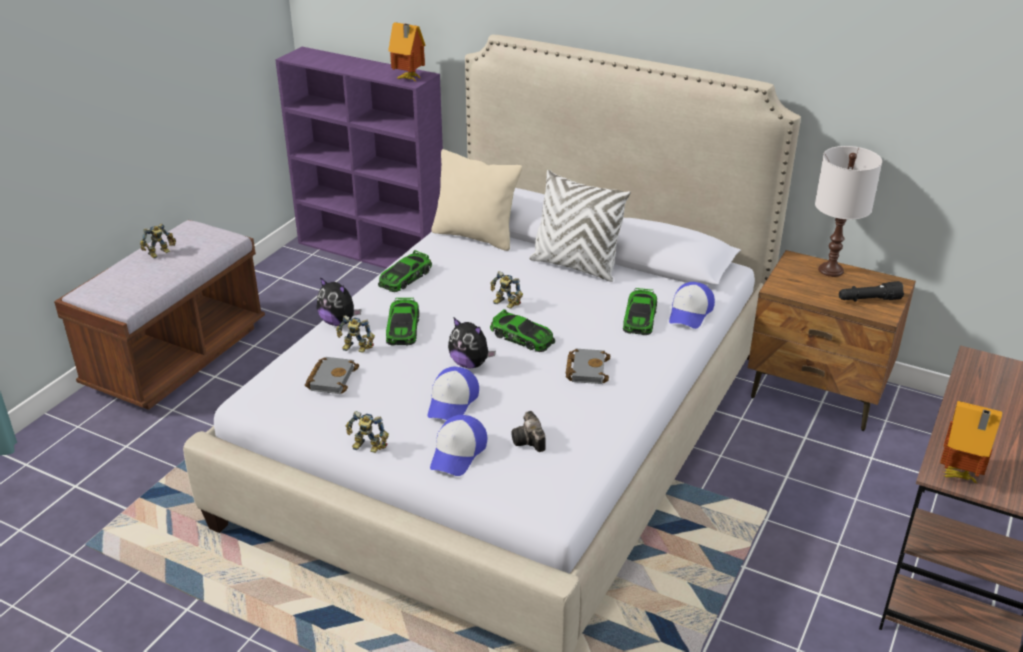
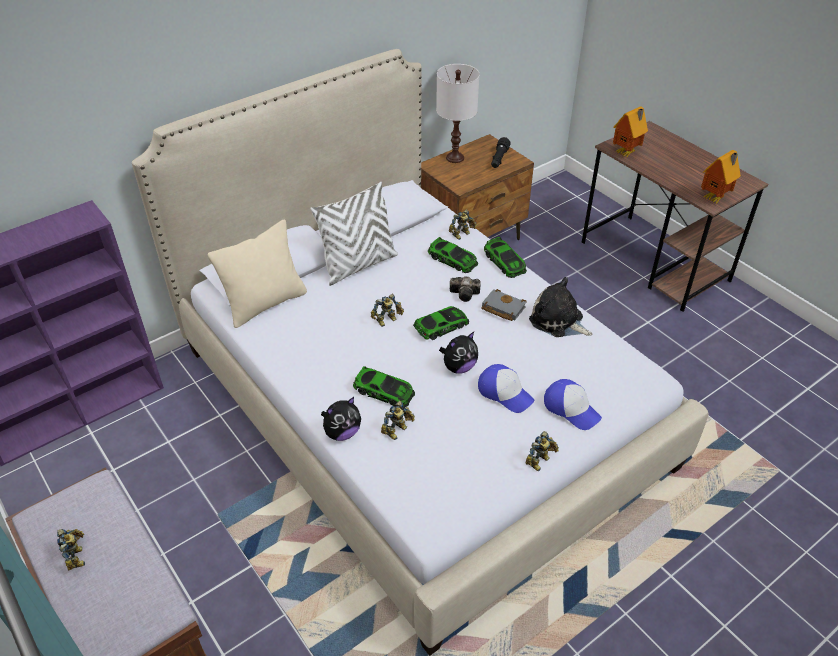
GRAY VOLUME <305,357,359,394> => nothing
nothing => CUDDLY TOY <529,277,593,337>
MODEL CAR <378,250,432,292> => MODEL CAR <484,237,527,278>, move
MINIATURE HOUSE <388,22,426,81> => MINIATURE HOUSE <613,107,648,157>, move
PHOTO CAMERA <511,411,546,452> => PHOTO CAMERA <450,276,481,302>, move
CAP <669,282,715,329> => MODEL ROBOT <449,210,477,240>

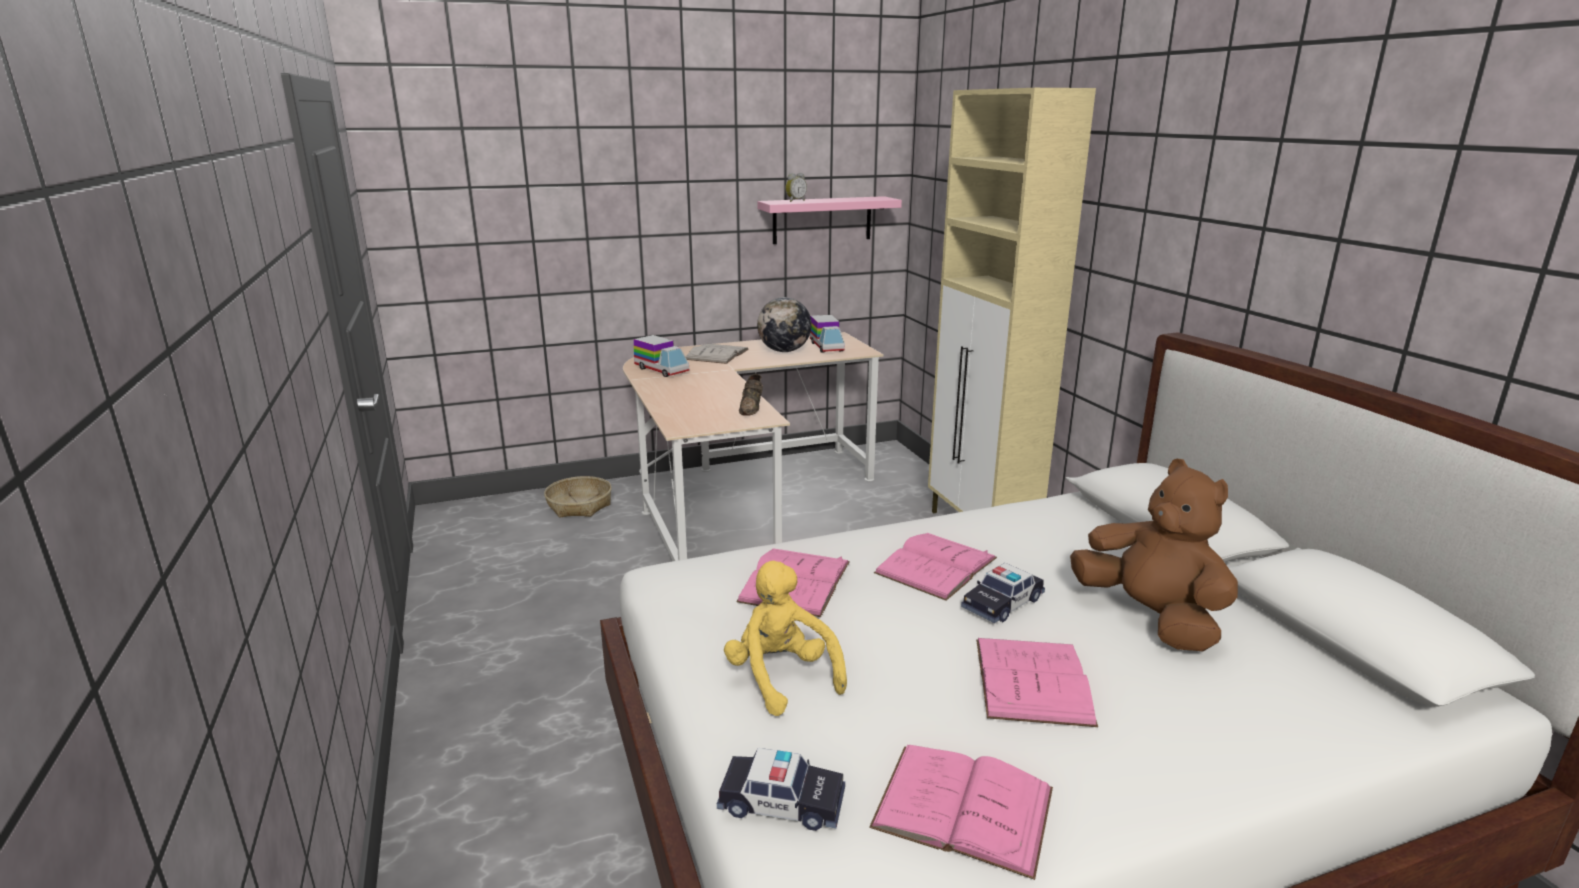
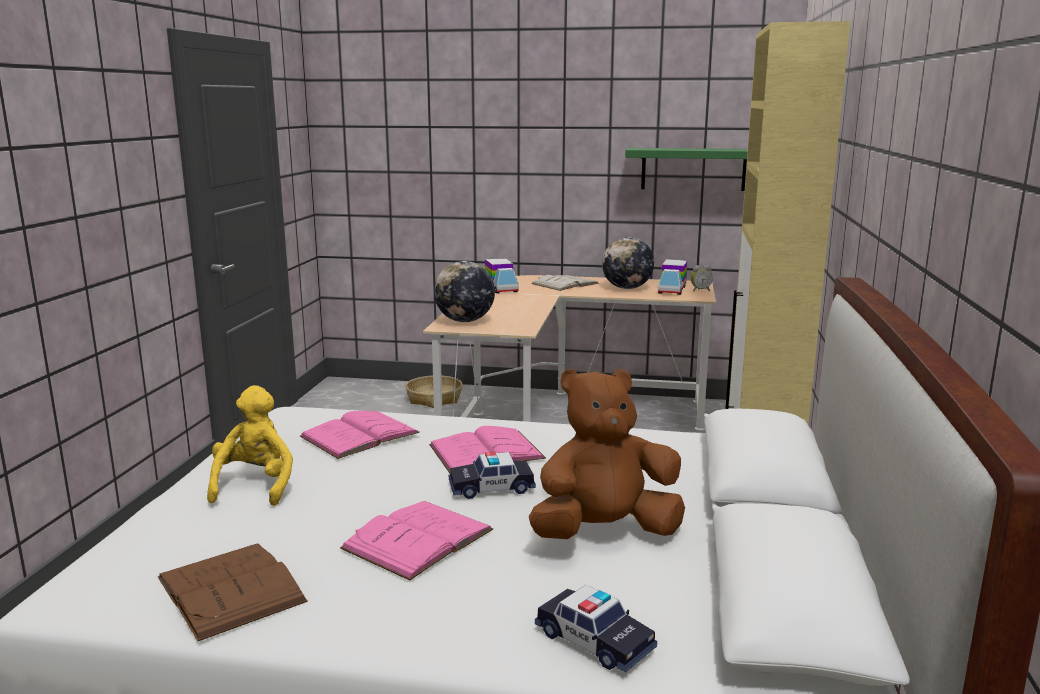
BROWNISH SHOE <739,374,763,416> => nothing
nothing => GLOBE <434,261,495,322>
MODEL CAR <717,748,845,831> => MODEL CAR <535,585,657,673>, move
TABLE CLOCK <786,173,807,202> => TABLE CLOCK <691,265,713,291>, move
PINK-COLOURED SHELF <757,196,902,244> => GREENISH SHELF <625,148,748,191>
PINK-COLOURED VOLUME <869,745,1053,880> => BROWNISH VOLUME <158,544,308,641>
BROWNISH CUDDLY TOY <1070,459,1238,651> => BROWNISH CUDDLY TOY <529,369,685,539>, 105 degrees counterclockwise

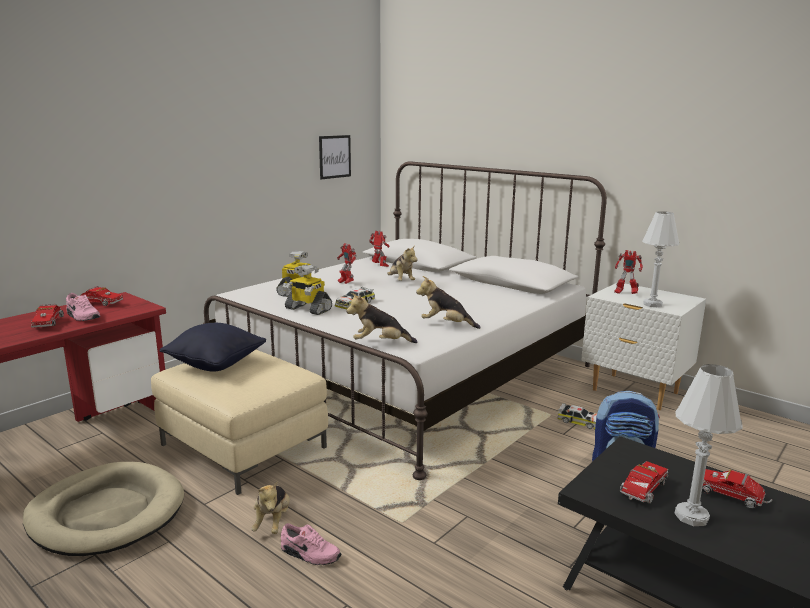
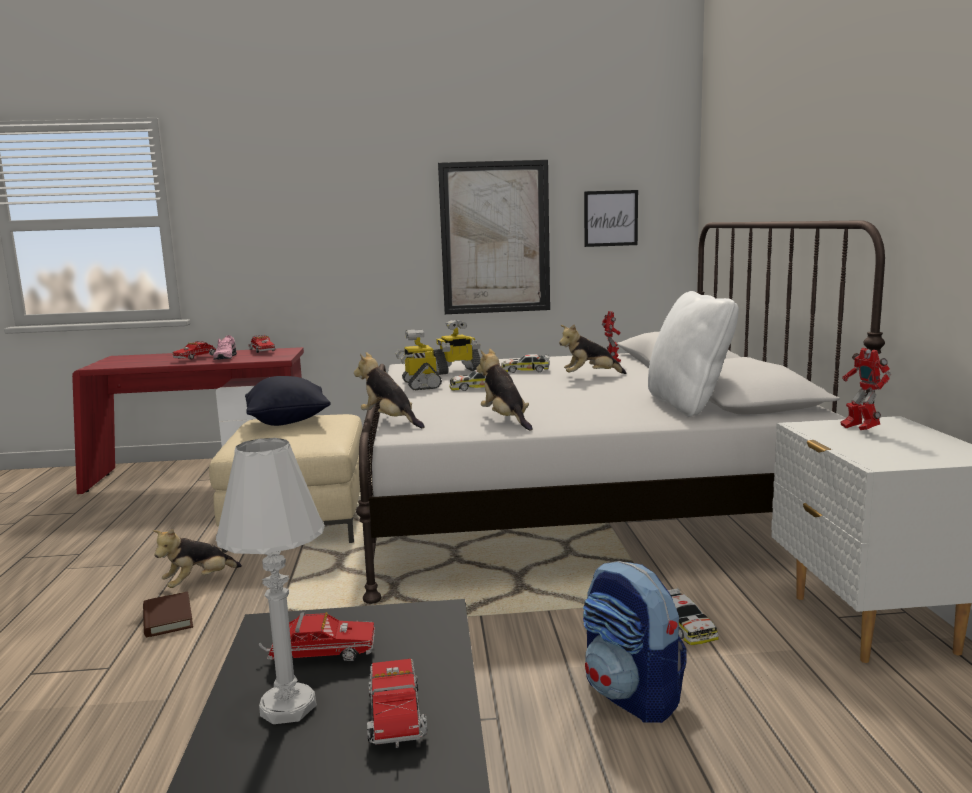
BEIGE-COLOURED DOG CUSHION <23,462,184,556> => nothing
WHITE LAMP FOR A TABLE <642,211,680,307> => nothing
nothing => WALL ART <438,160,550,314>
nothing => WHITE CUSHION <648,291,739,417>
PINK-COLOURED SHOE <281,523,341,565> => BROWNISH VOLUME <143,591,193,637>
MODEL ROBOT <337,243,357,284> => MODEL CAR <501,354,550,373>
CUDDLY TOY <387,245,417,281> => CUDDLY TOY <559,324,627,374>, 60 degrees clockwise

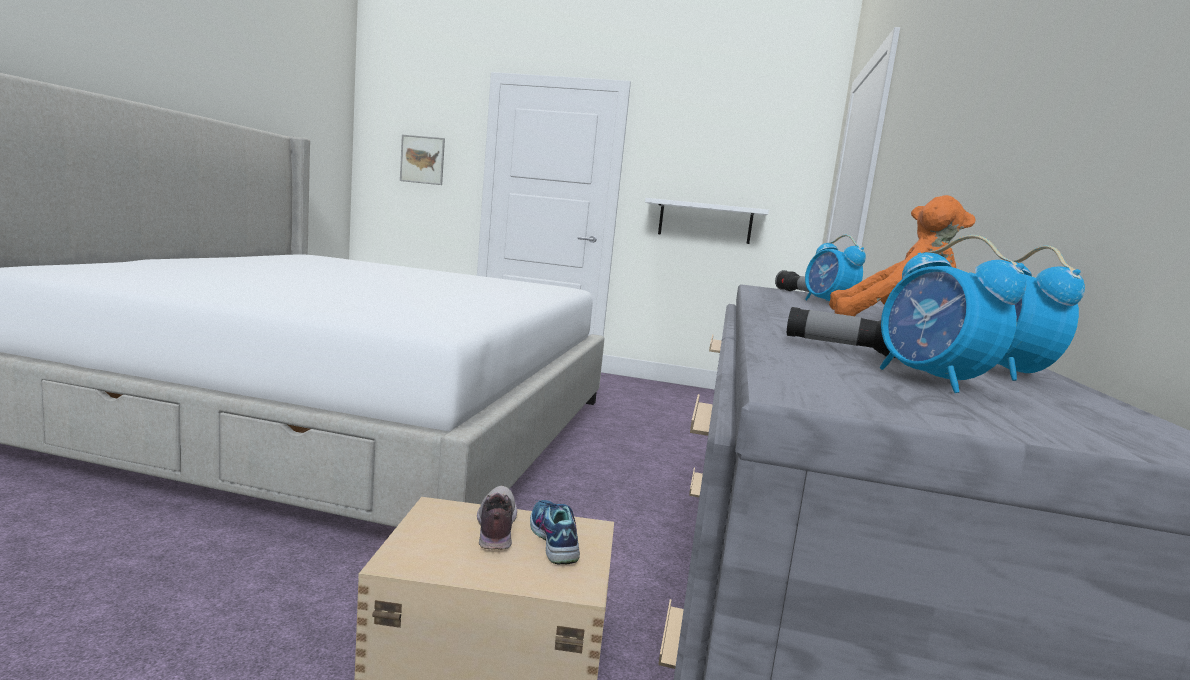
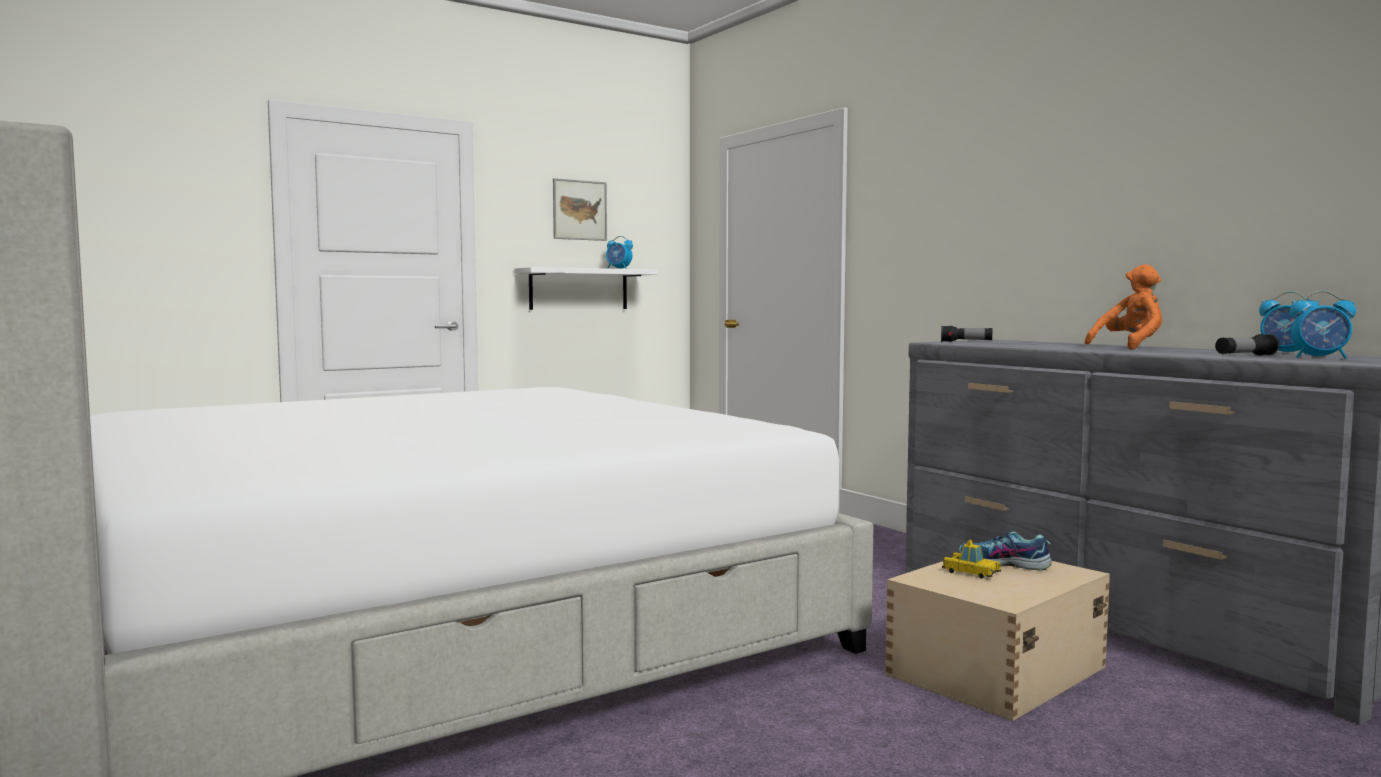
WALL ART <400,135,445,185> => WALL ART <553,178,607,241>, move
TABLE CLOCK <805,235,866,301> => TABLE CLOCK <606,236,633,269>, move
SHOE <477,486,517,550> => MODEL CAR <942,540,1002,579>

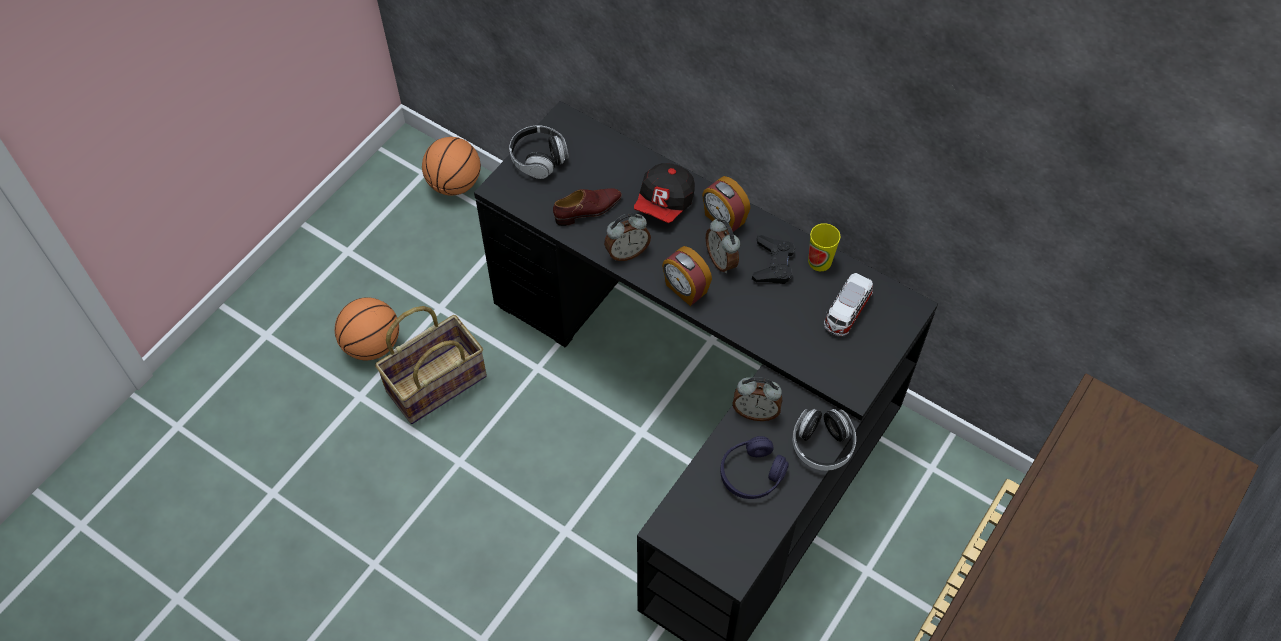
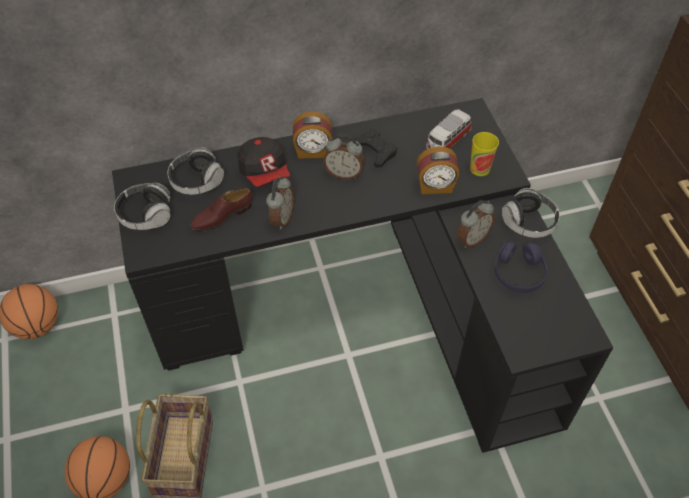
nothing => HEADPHONES <168,147,224,195>
TABLE CLOCK <662,246,712,306> => TABLE CLOCK <417,146,460,194>, move
DRINKING CUP <808,223,840,271> => DRINKING CUP <470,132,499,176>, move
BROWNISH SHOE <553,188,622,226> => BROWNISH SHOE <190,188,253,231>, 135 degrees counterclockwise
MODEL CAR <824,273,873,336> => MODEL CAR <426,109,471,149>, 60 degrees clockwise

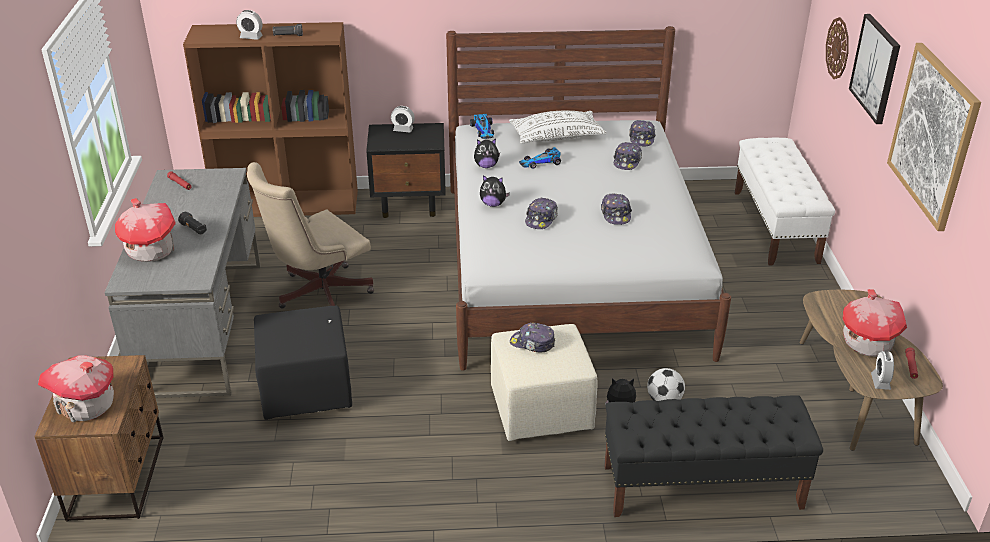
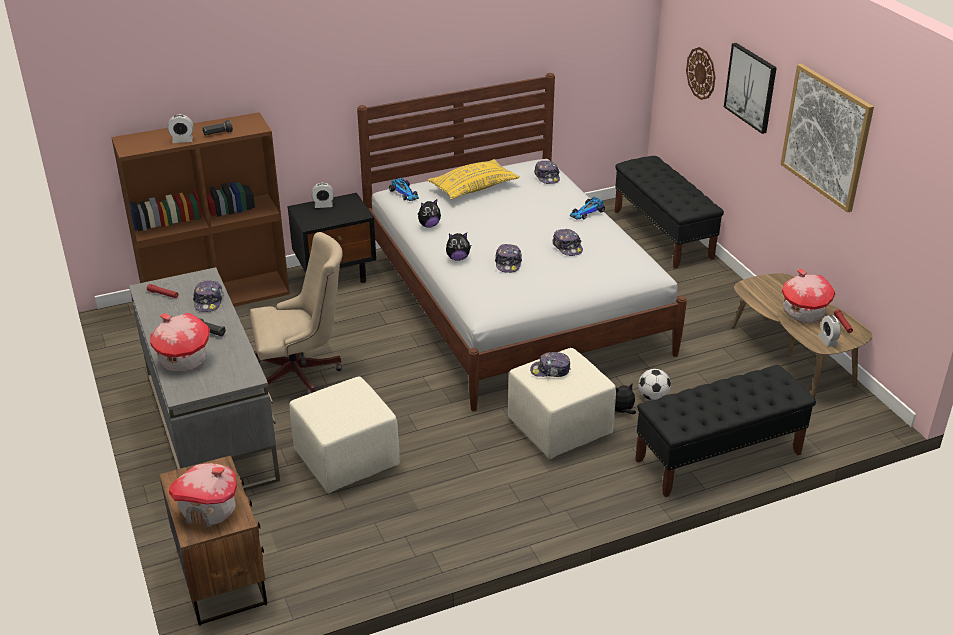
MODEL CAR <519,147,561,169> => MODEL CAR <569,197,605,220>, move
CAP <614,142,642,170> => CAP <193,281,224,312>, move
BLACK OTTOMAN <254,306,352,420> => BEIGE-COLOURED OTTOMAN <290,377,400,493>
WHITE CUSHION <509,111,607,144> => YELLOW CUSHION <428,159,520,199>
WHITE LONG SEAT <735,137,835,266> => BLACK LONG SEAT <615,156,724,269>
BEIGE-COLOURED DESK CHAIR <247,162,374,309> => BEIGE-COLOURED DESK CHAIR <250,232,343,394>, 135 degrees counterclockwise

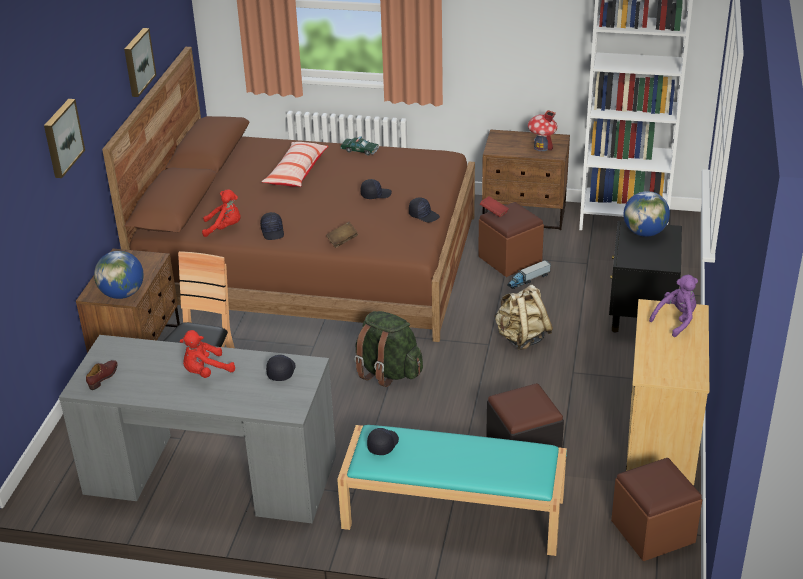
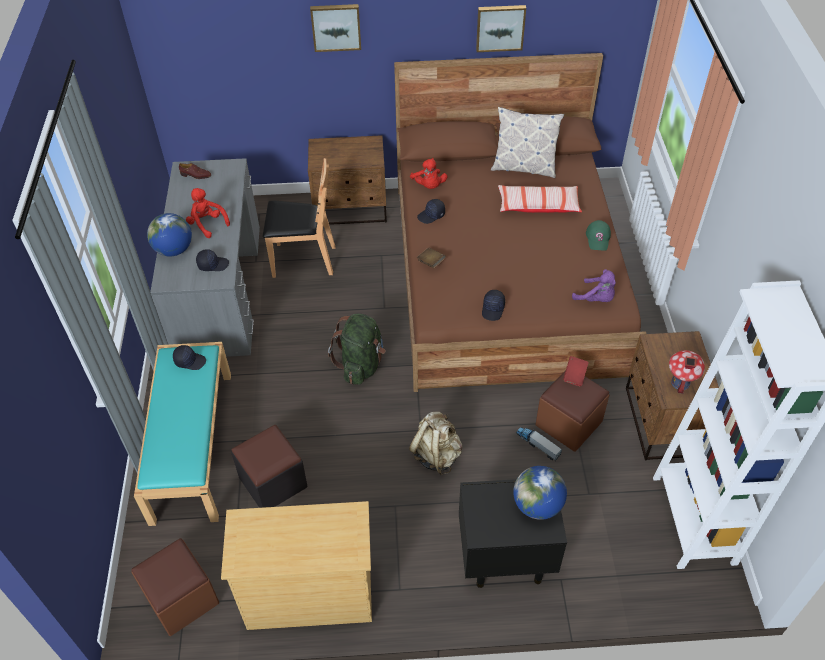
BLACK CAP <360,179,392,199> => nothing
nothing => CUSHION <491,107,564,178>
GLOBE <94,251,144,299> => GLOBE <147,213,192,257>, move
PURPLISH CUDDLY TOY <649,274,698,337> => PURPLISH CUDDLY TOY <572,269,616,302>, move
MODEL CAR <340,137,379,156> => GREENISH CAP <586,220,611,251>

